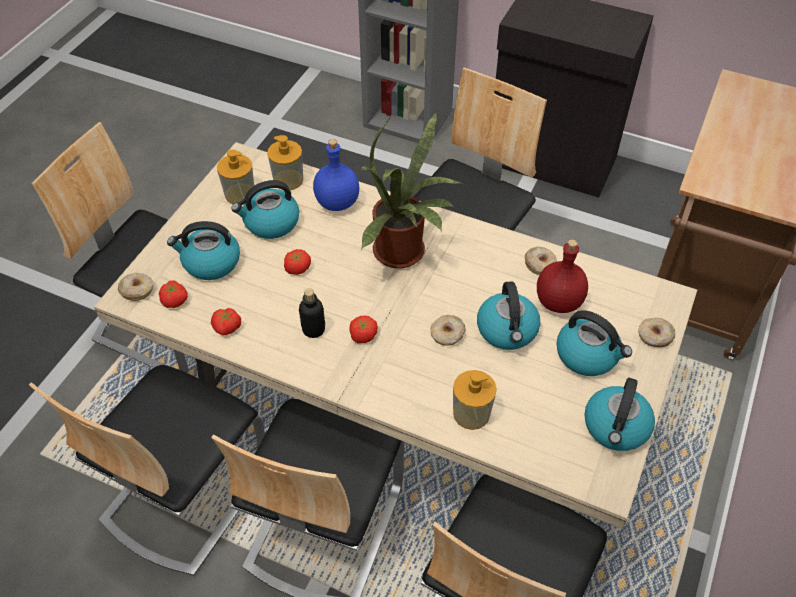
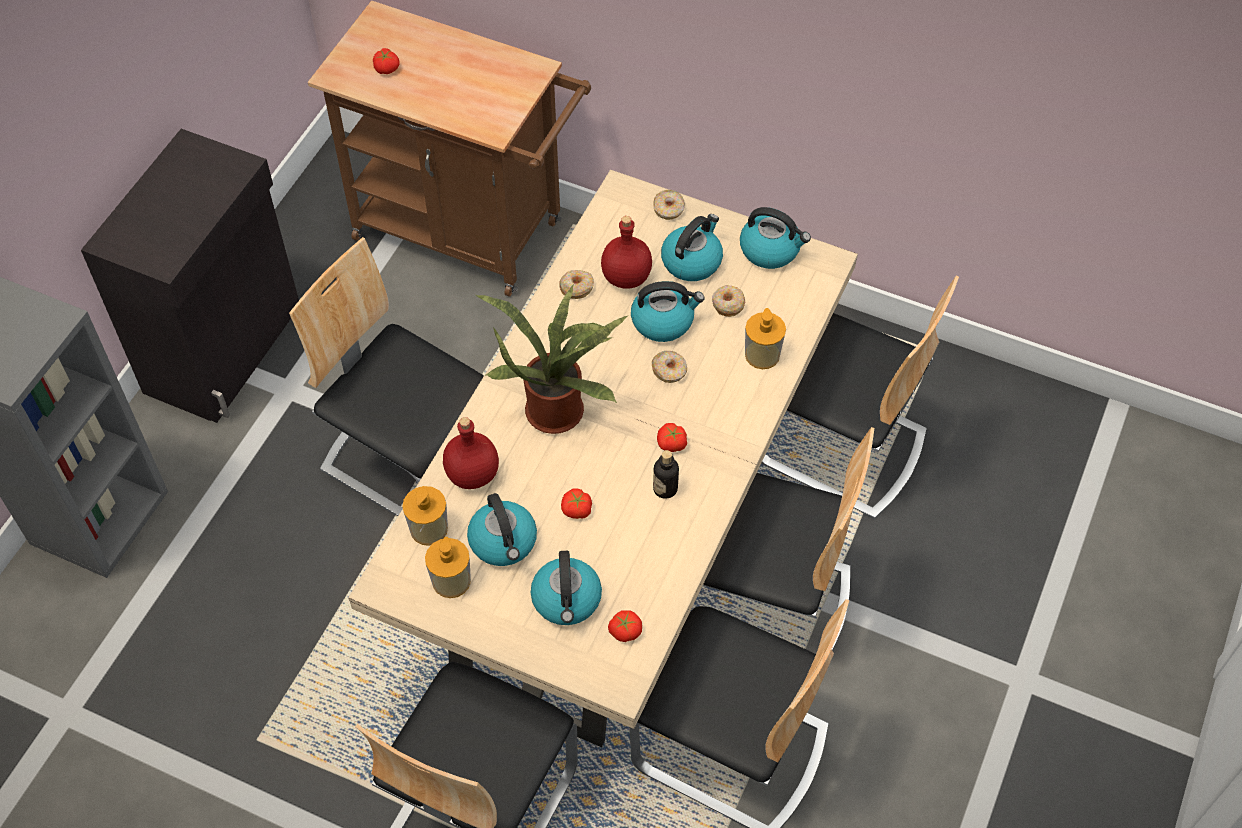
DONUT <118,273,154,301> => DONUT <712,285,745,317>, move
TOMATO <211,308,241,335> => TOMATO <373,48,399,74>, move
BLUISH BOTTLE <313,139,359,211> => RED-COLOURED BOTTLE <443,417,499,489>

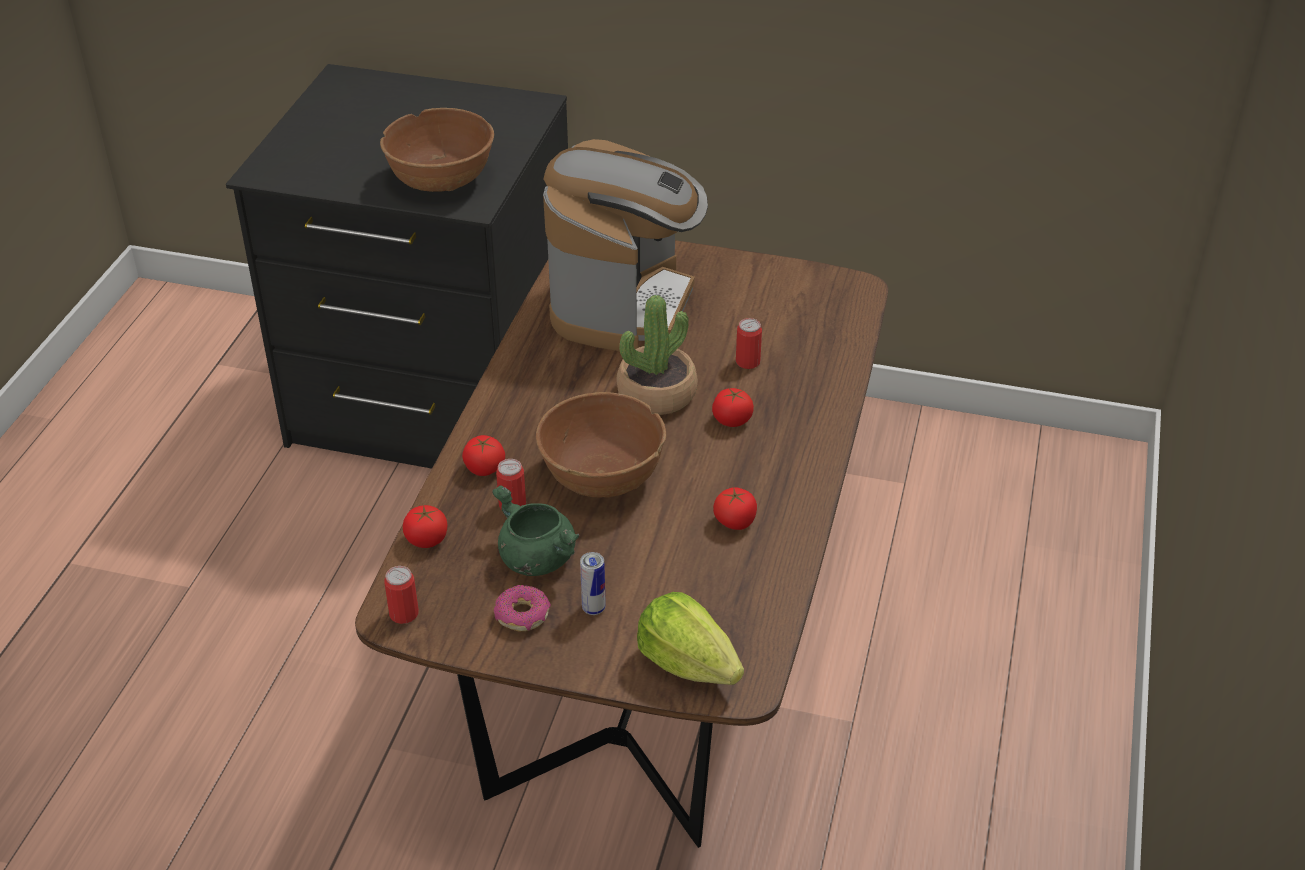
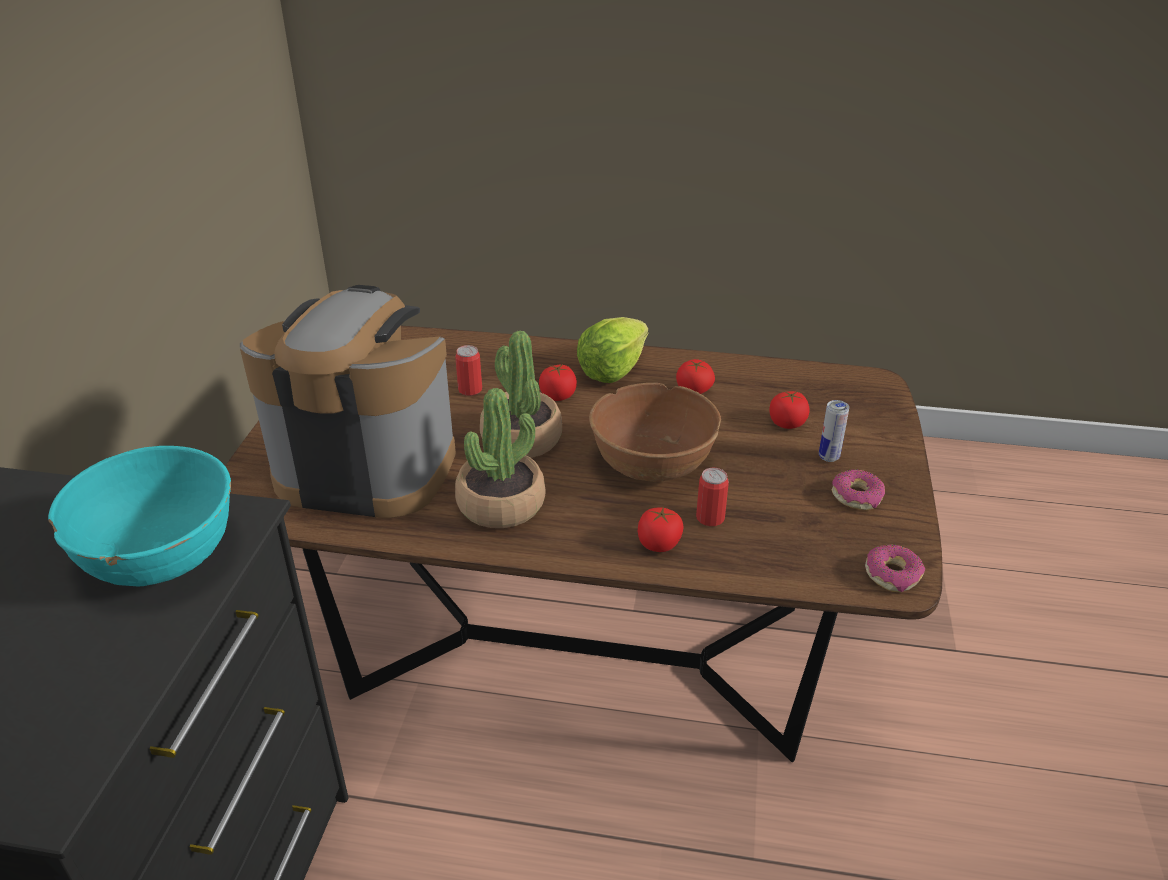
GREENISH COOKING POT <492,485,580,576> => nothing
nothing => PLANT IN A POT <455,388,546,528>
TOMATO <403,505,447,548> => TOMATO <769,391,810,429>, move
LETTUCE HEAD <637,592,744,685> => LETTUCE HEAD <577,317,648,383>, move
CAN <385,566,419,624> => DONUT <865,545,925,592>
BROWNISH DEEP DISH <380,108,494,192> => TURQUOISE DEEP DISH <48,446,231,586>

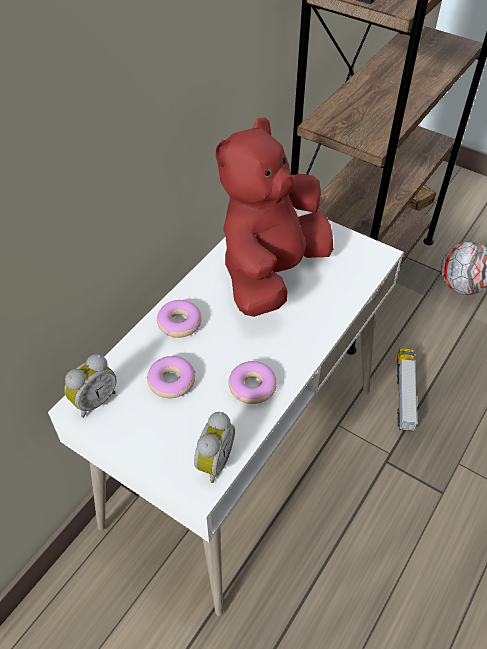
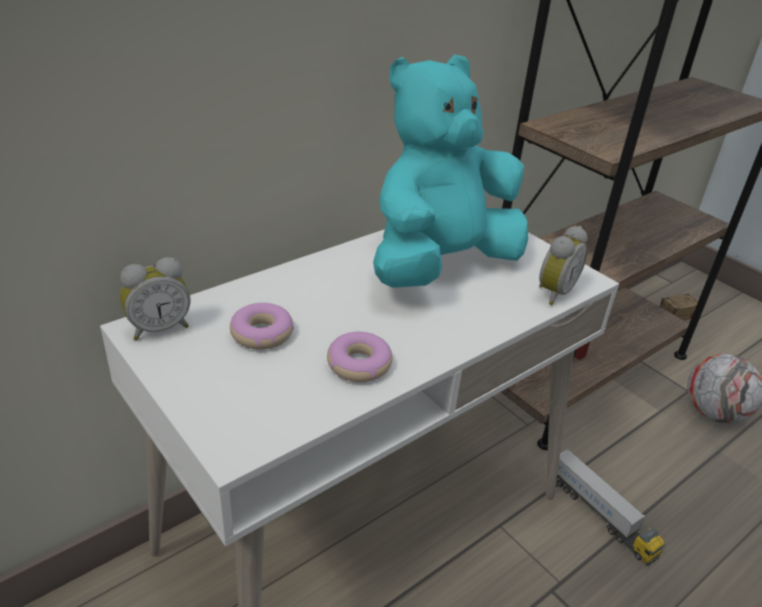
DONUT <157,300,202,338> => nothing
TABLE CLOCK <194,412,235,483> => TABLE CLOCK <539,226,588,305>, move
RED-COLOURED CUDDLY TOY <216,117,333,317> => TURQUOISE CUDDLY TOY <373,55,528,288>
TOY TRUCK <397,348,418,432> => TOY TRUCK <557,449,665,566>, 120 degrees clockwise

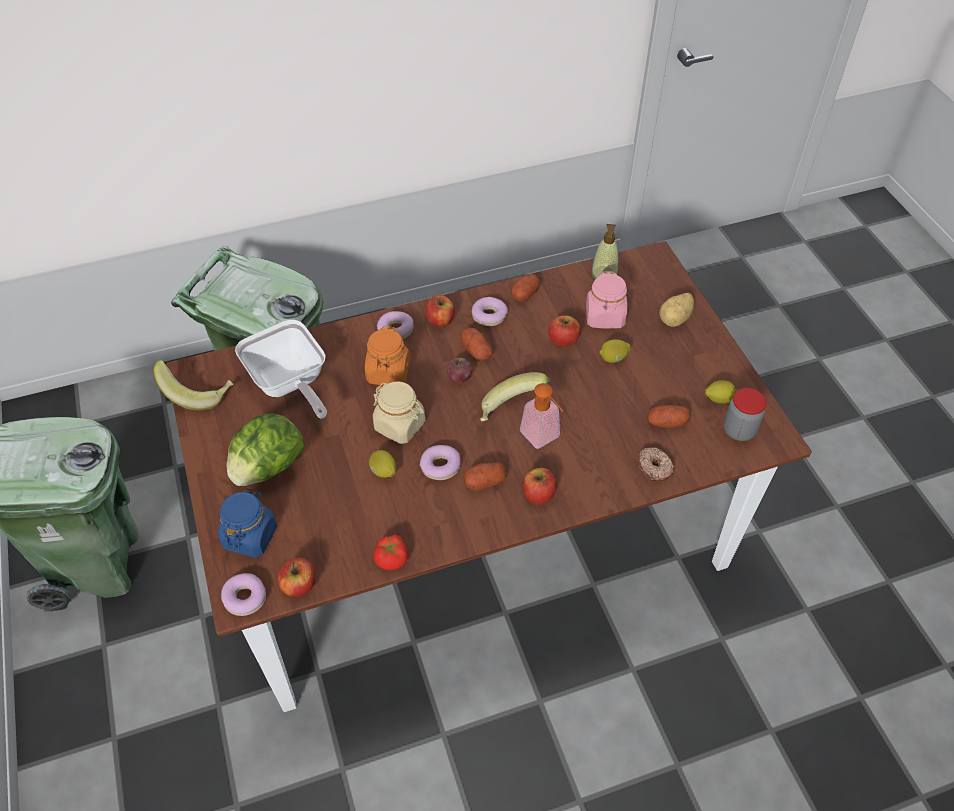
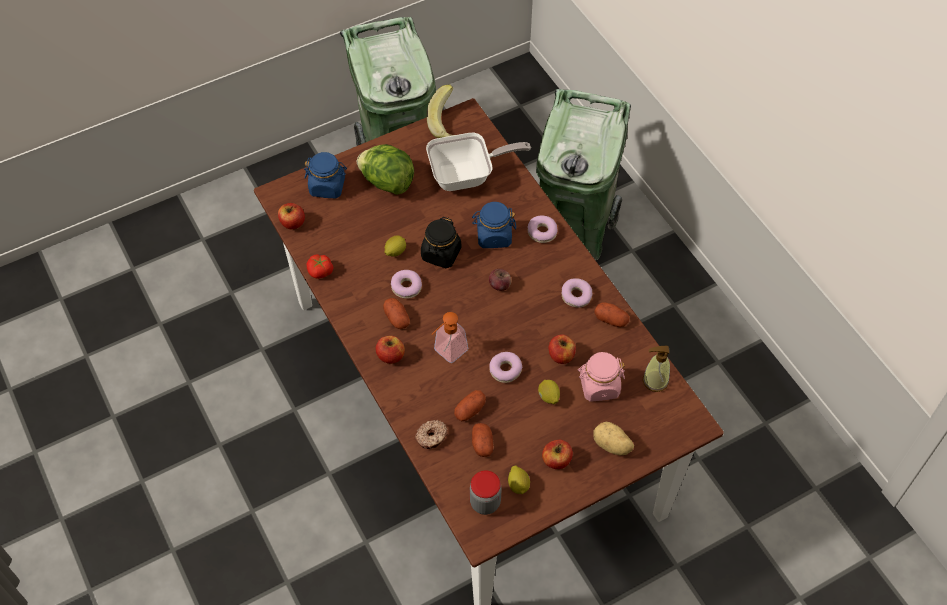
WHOLE BANANA <480,372,550,421> => nothing
DONUT <221,573,266,616> => DONUT <489,352,522,383>, move
APPLE <426,295,455,327> => APPLE <542,440,573,469>, move
WHOLE POTATO <461,328,493,361> => WHOLE POTATO <454,390,486,421>, move
ORANGEY JAR <365,326,410,385> => BLUISH JAR <472,202,516,248>
BEIGE-COLOURED JAR <373,382,425,444> => BLACK JAR <421,217,461,268>
PAN <235,320,327,419> => PAN <426,133,531,191>, 150 degrees counterclockwise

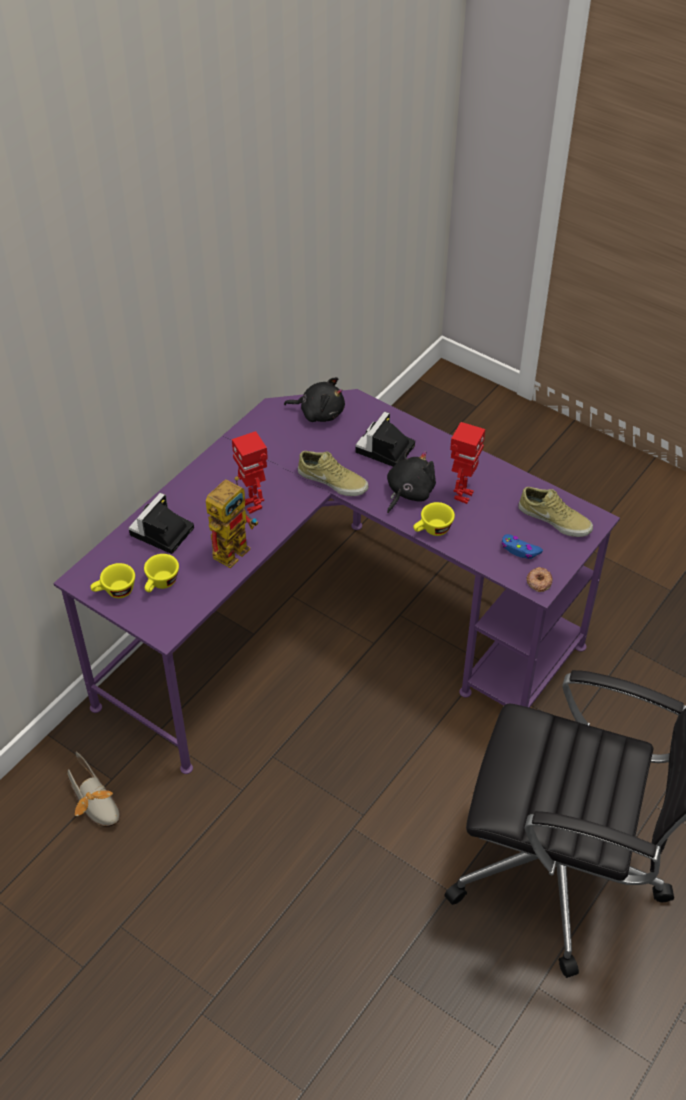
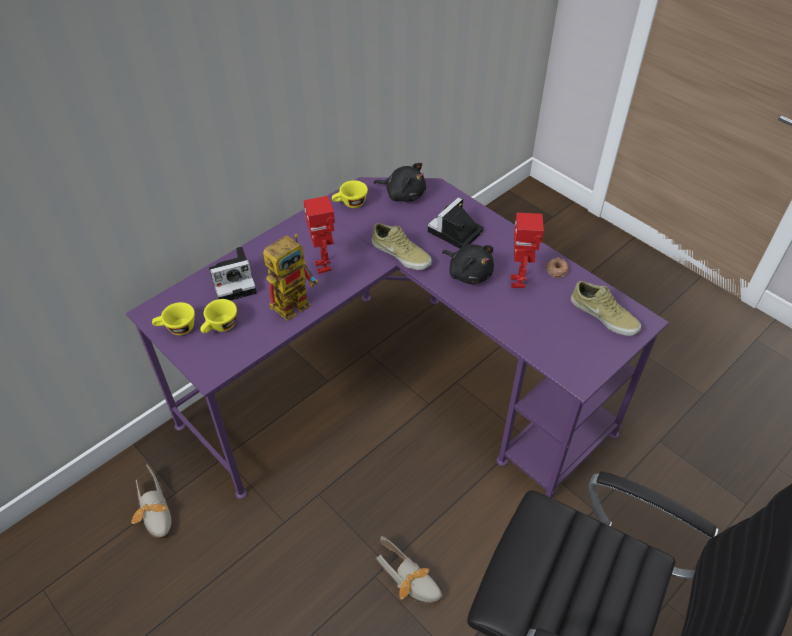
BLUISH GAME CONTROLLER <502,534,543,559> => nothing
nothing => SHOE <376,536,442,604>
YELLOW DRINKING CUP <413,502,455,536> => YELLOW DRINKING CUP <332,180,368,208>, move
DONUT <527,567,552,592> => DONUT <546,257,569,278>, move
PHOTO CAMERA <128,493,194,554> => PHOTO CAMERA <209,246,257,301>, 150 degrees counterclockwise
BLACK CUDDLY TOY <387,448,436,513> => BLACK CUDDLY TOY <442,244,494,284>, 90 degrees clockwise
MODEL ROBOT <450,422,485,504> => MODEL ROBOT <511,213,544,288>, 150 degrees clockwise

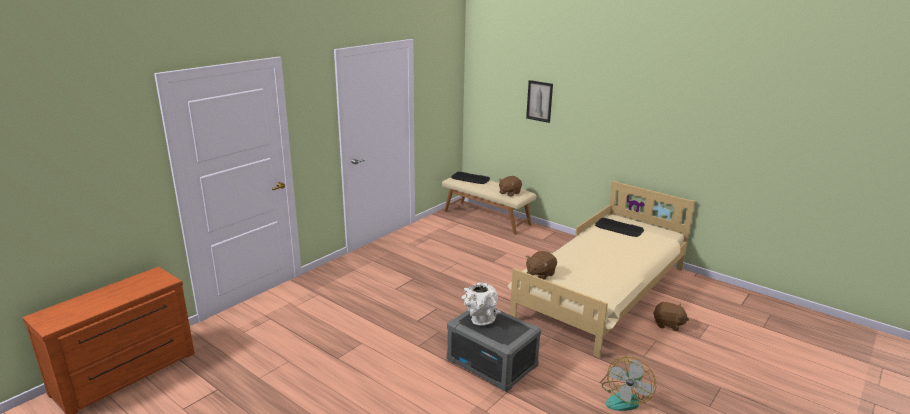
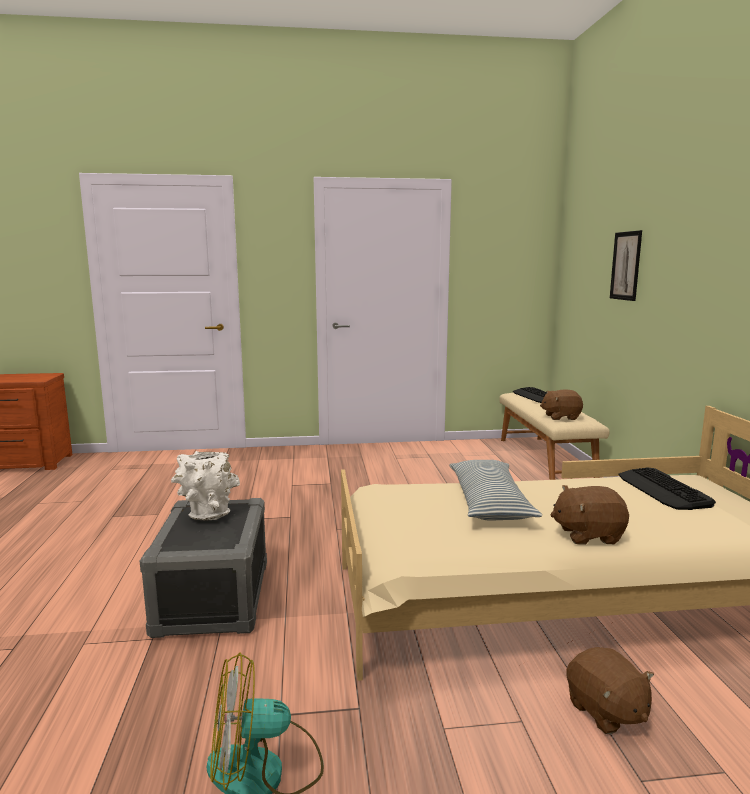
nothing => CUSHION <449,460,542,521>
BROWNISH CUDDLY TOY <526,251,557,280> => BROWNISH CUDDLY TOY <550,485,629,545>, move

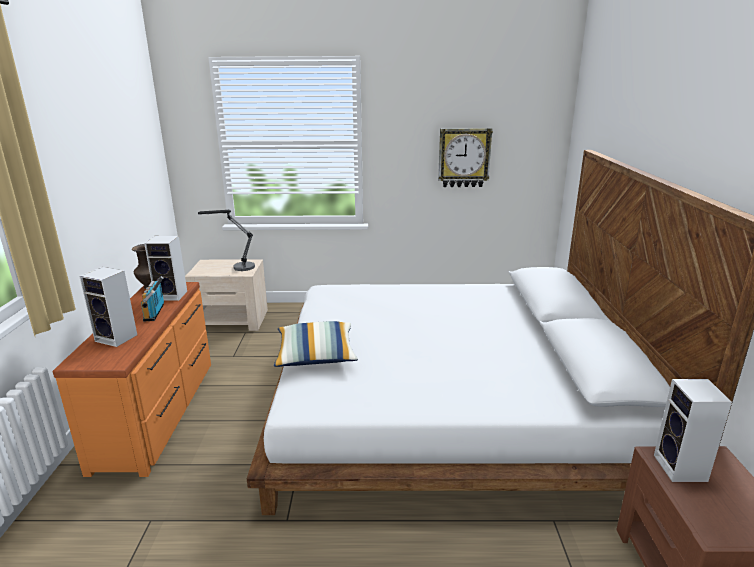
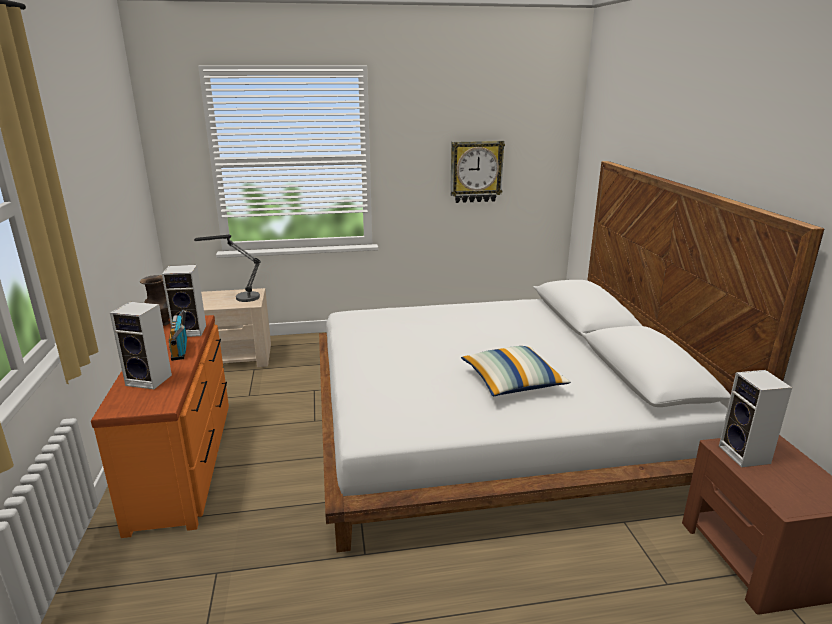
CUSHION <274,321,358,367> => CUSHION <461,346,571,396>, move

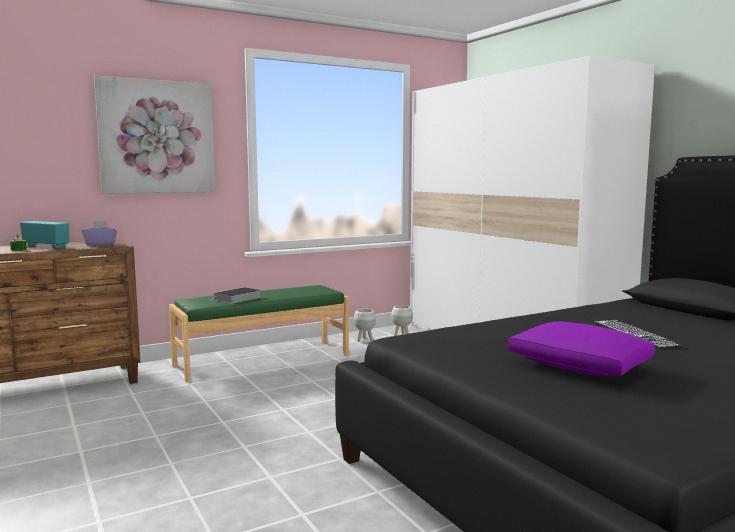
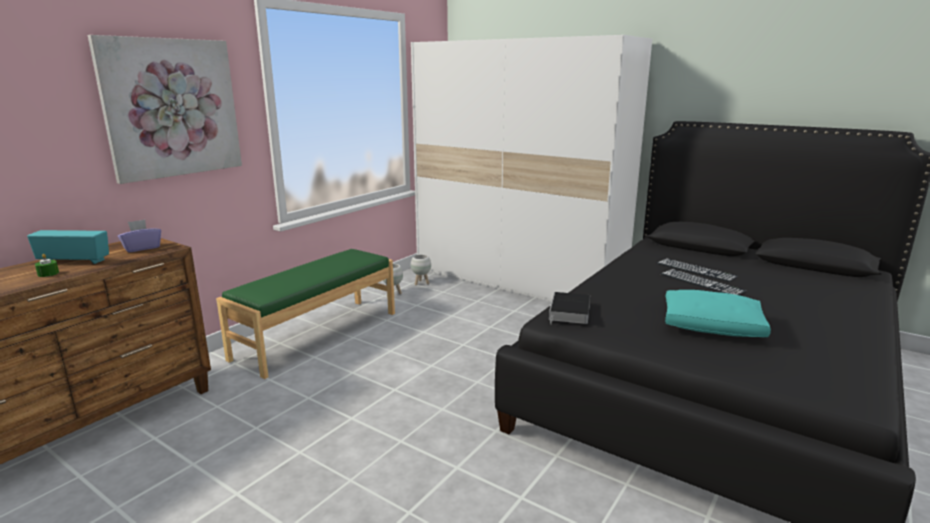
nothing => KEYBOARD <657,258,738,282>
VOLUME <211,287,261,304> => VOLUME <549,292,590,325>, move
PURPLISH CUSHION <508,322,655,376> => TURQUOISE CUSHION <665,290,771,337>

